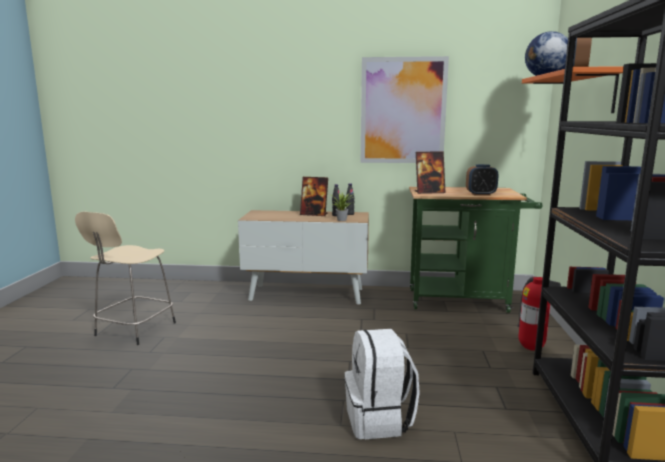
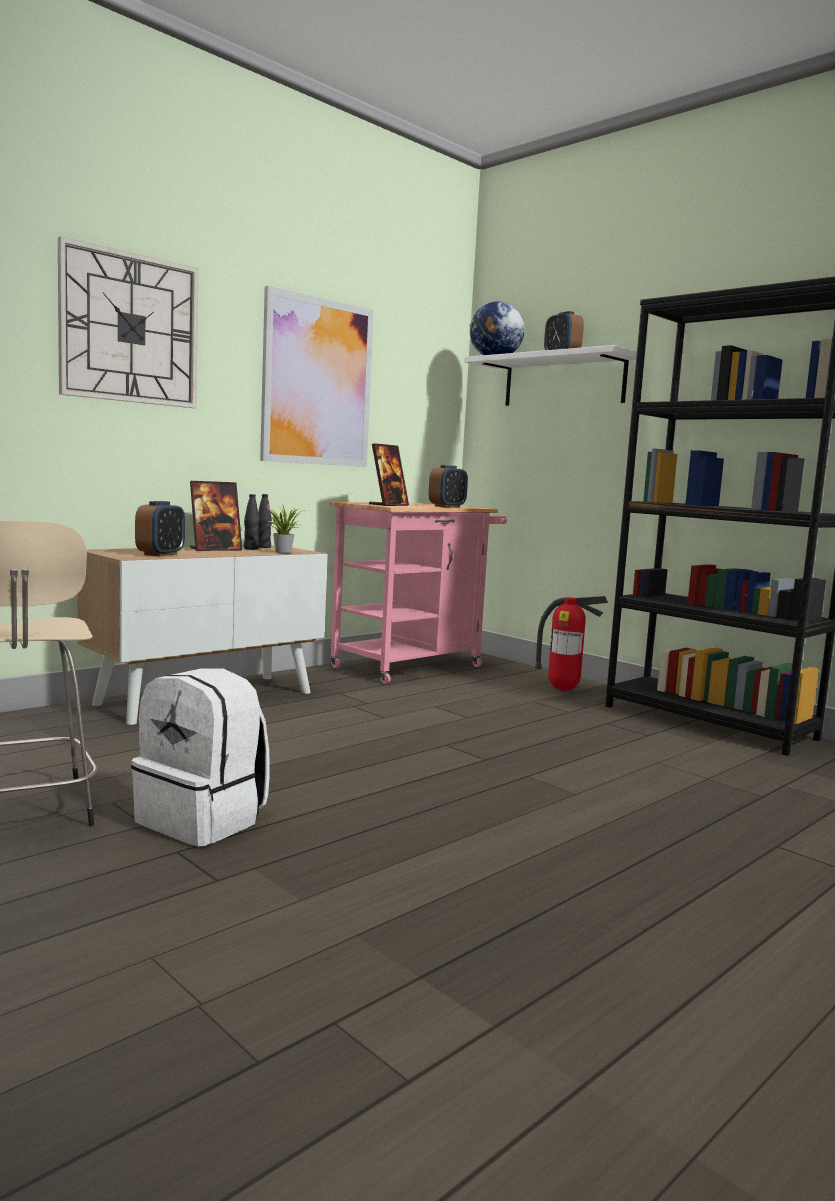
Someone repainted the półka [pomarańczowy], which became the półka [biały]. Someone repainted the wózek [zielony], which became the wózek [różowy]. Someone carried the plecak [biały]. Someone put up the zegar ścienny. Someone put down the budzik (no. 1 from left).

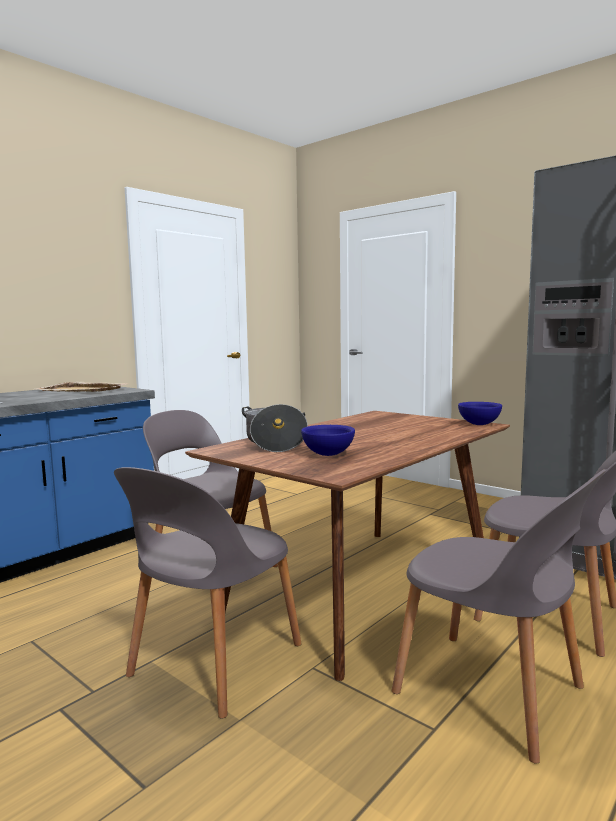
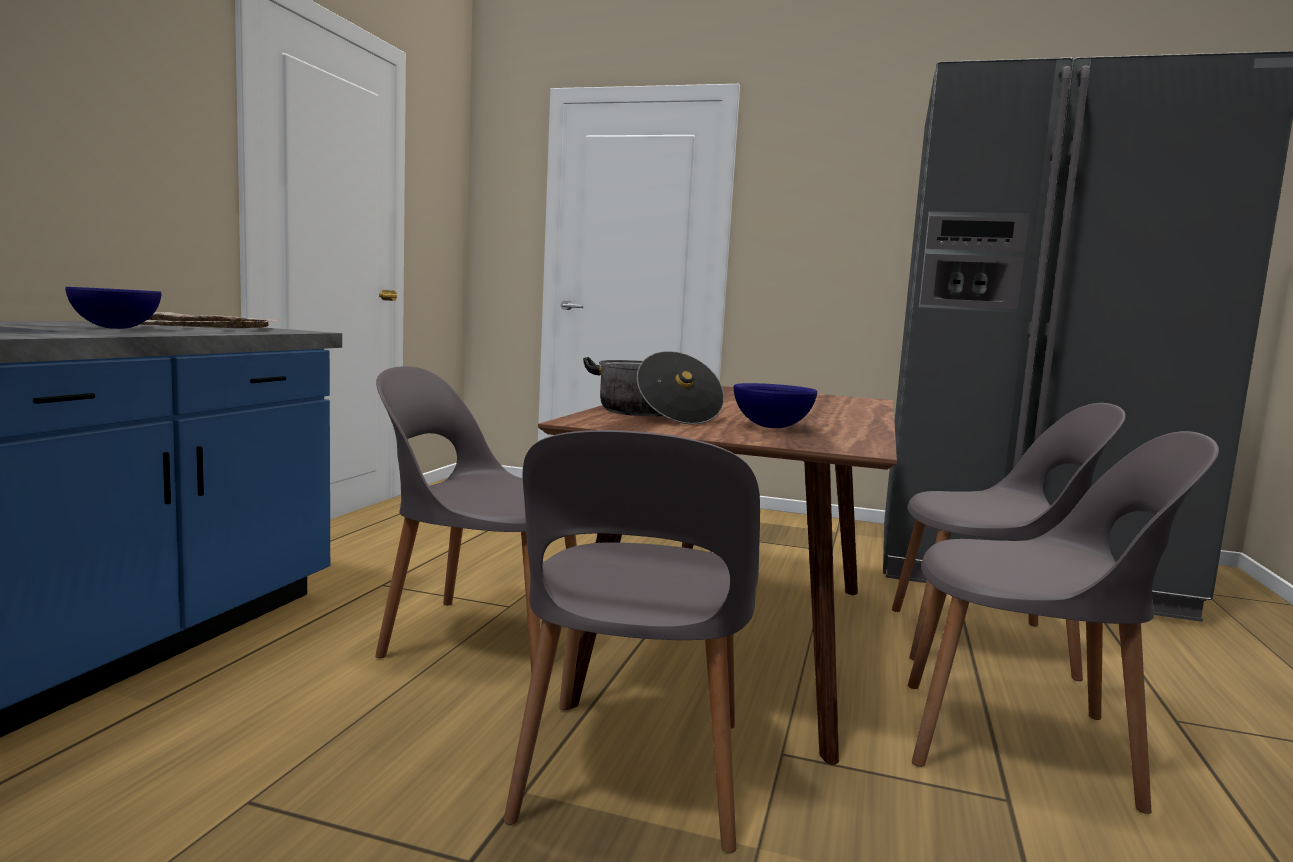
Someone carried the miska [niebieski] (no. 2 from left in the first image).

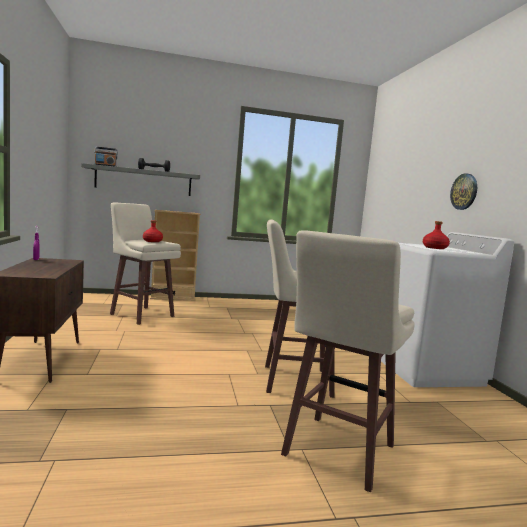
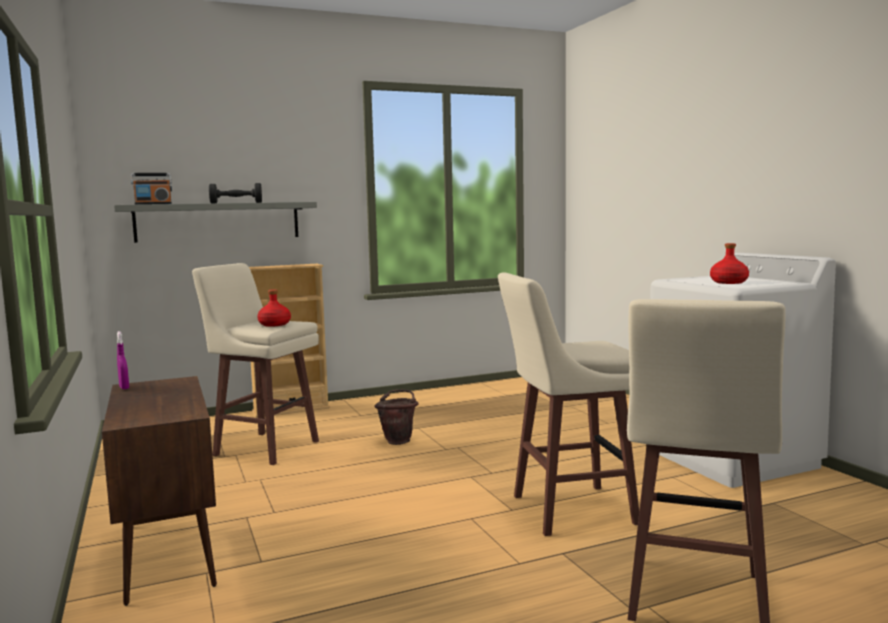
Someone took away the zegar ścienny. Someone put down the wiadro [brązowy].

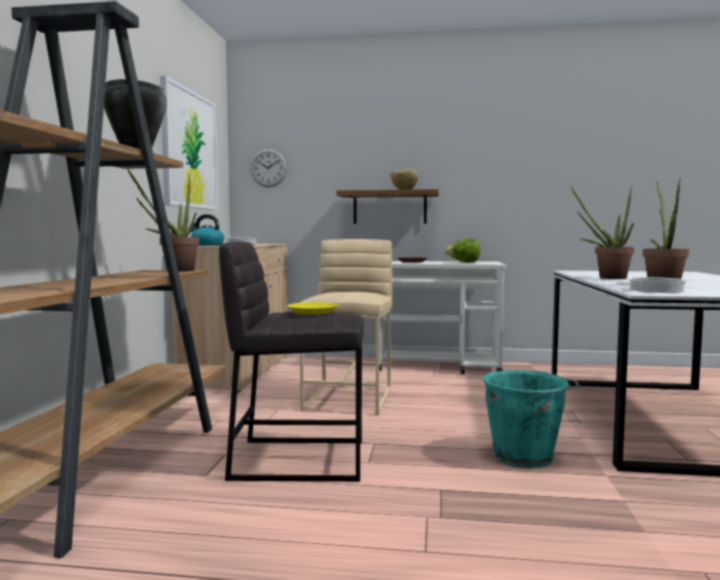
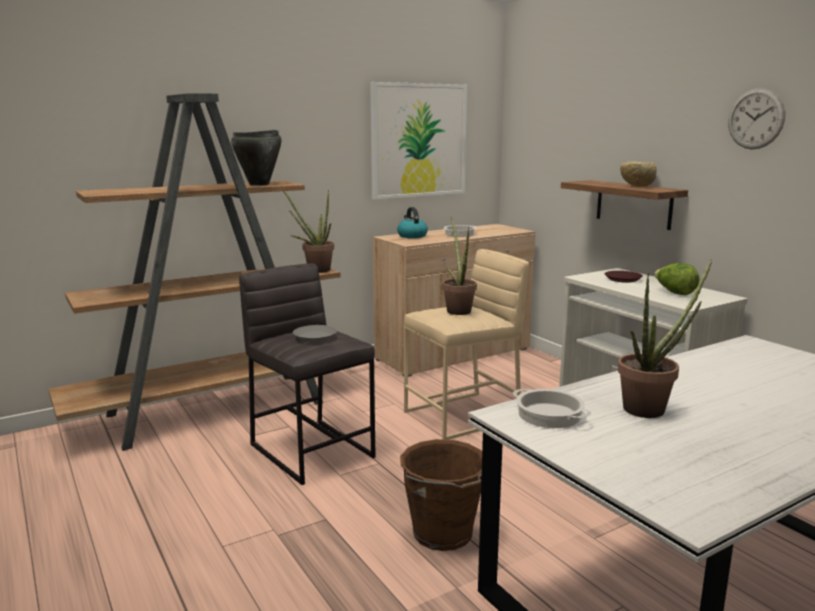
Someone carried the zegar ścienny. Someone carried the roślina doniczkowa (no. 2 from left). Someone repainted the talerz [żółty], which became the talerz [szary]. Someone repainted the wiadro [turkusowy], which became the wiadro [brązowy].

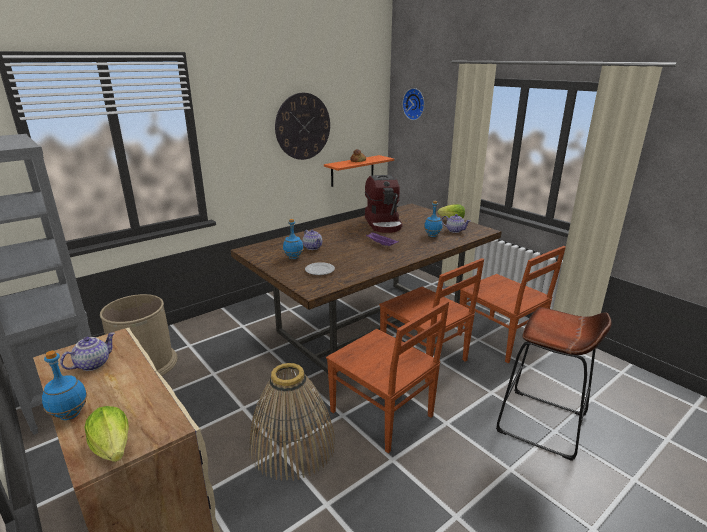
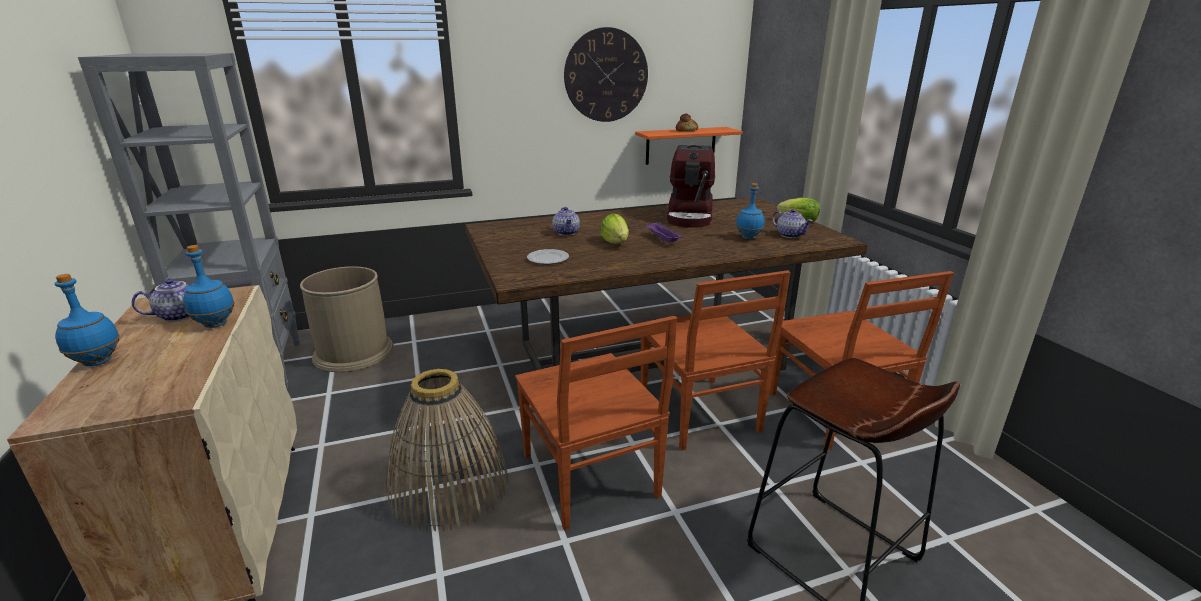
Someone took away the zegar ścienny (no. 2 from left). Someone carried the butelka [niebieski] (no. 2 from left). Someone carried the sałata (no. 1 from left).

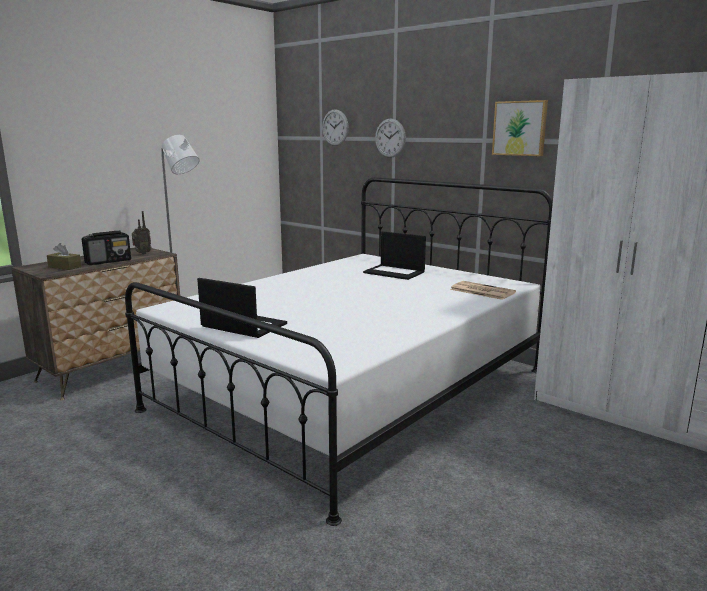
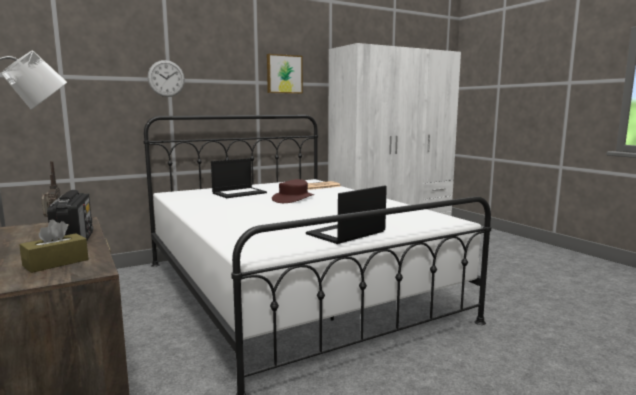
Someone took away the zegar ścienny (no. 1 from left). Someone put down the kapelusz [brązowy].

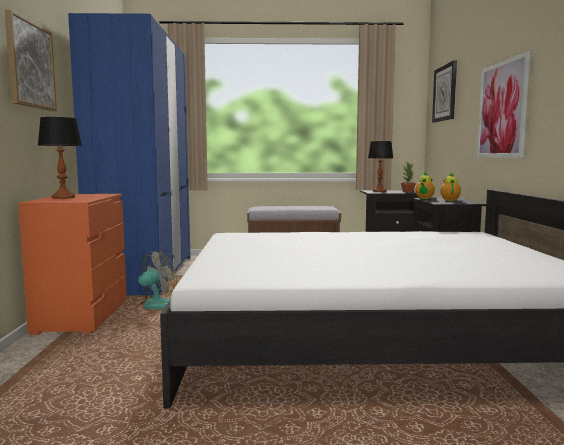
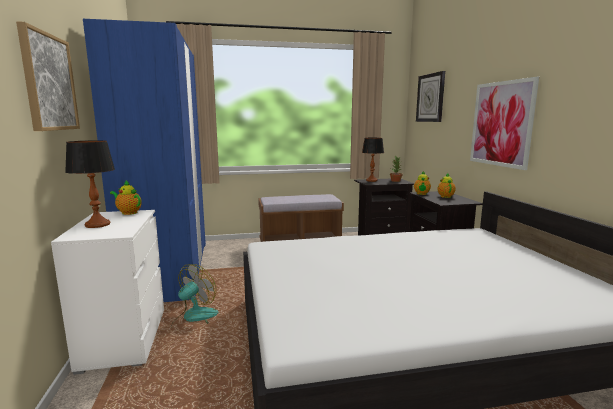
Someone repainted the komoda [pomarańczowy], which became the komoda [biały]. Someone put down the imbryk (no. 1 from left).

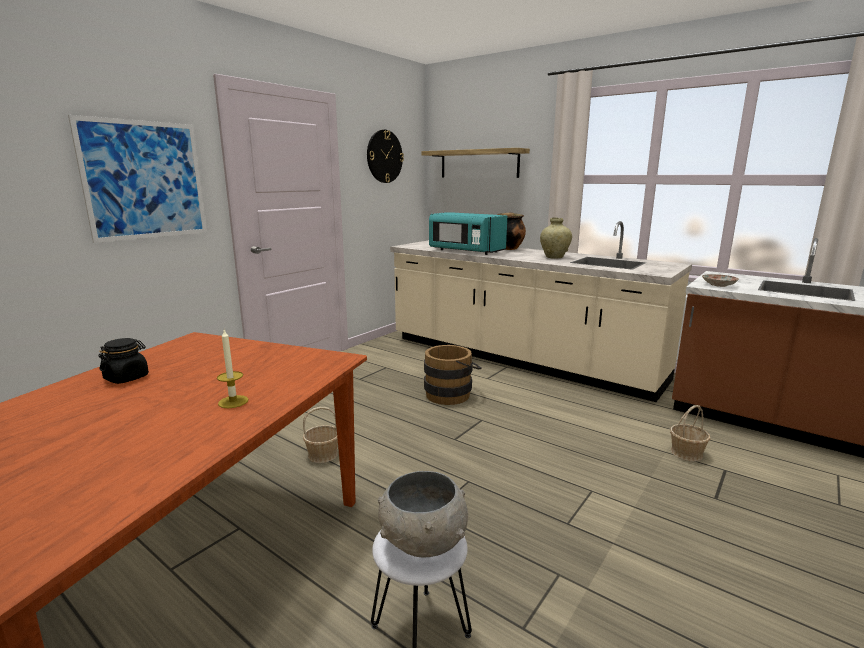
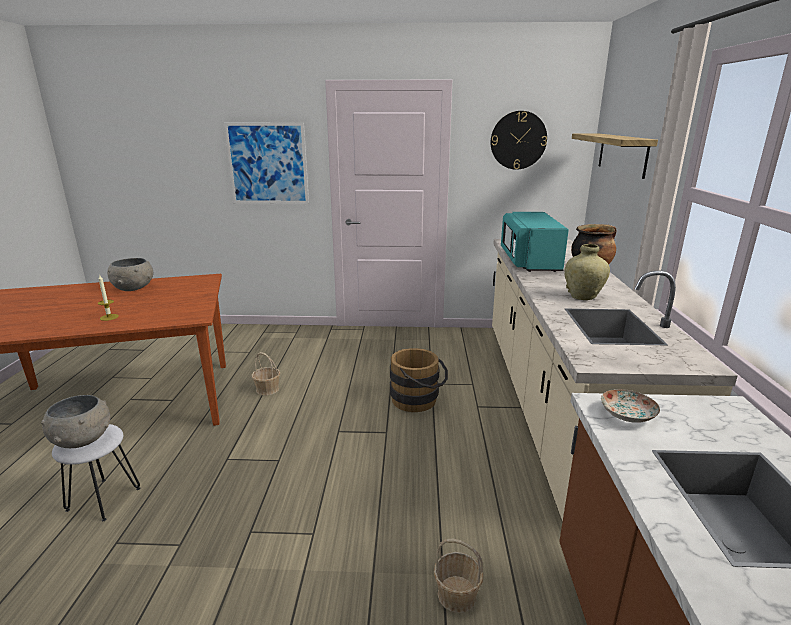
Someone swapped the słoik [czarny] for the miska [szary] (no. 2 from left).

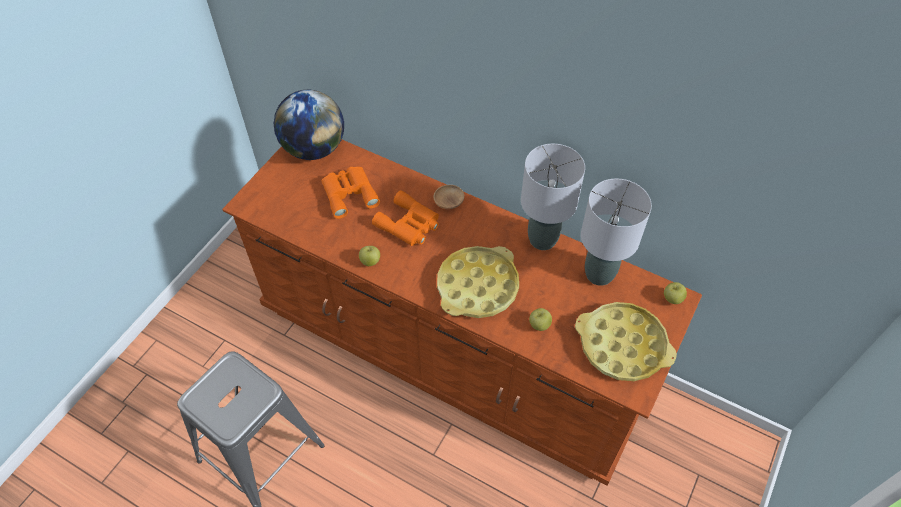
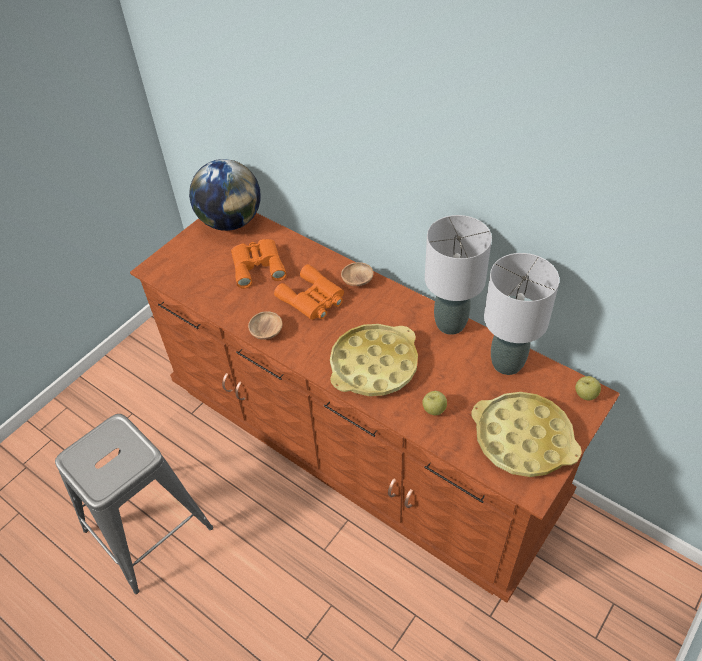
Someone swapped the jabłko (no. 1 from left) for the miska [brązowy] (no. 1 from left).

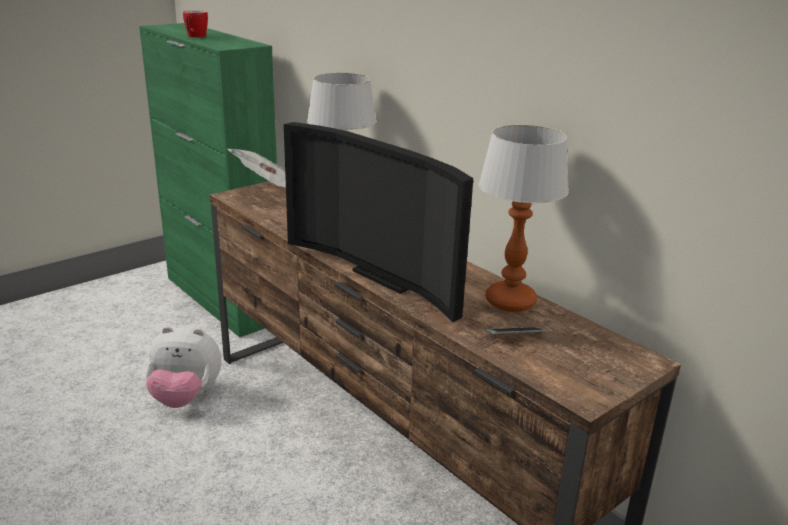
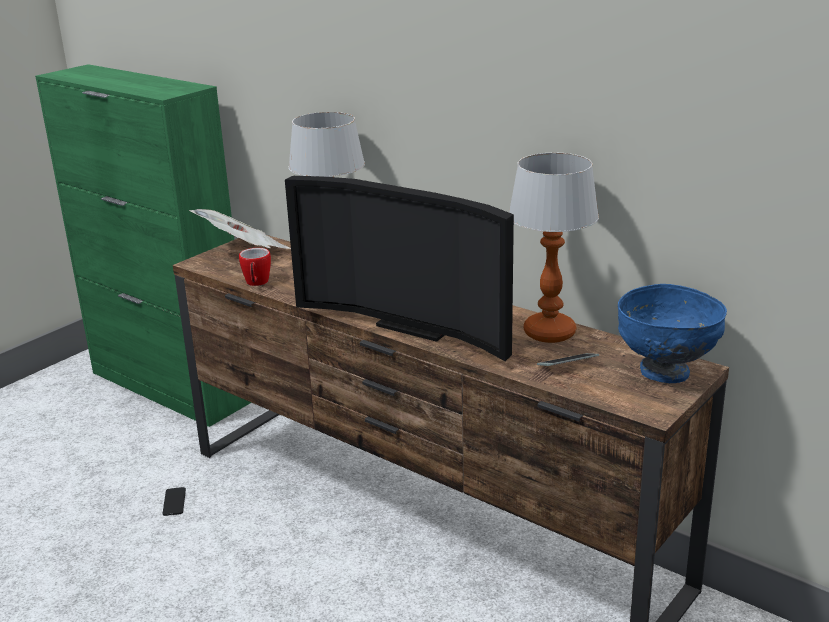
Someone carried the kubek. Someone swapped the pluszak for the telefon (no. 1 from left). Someone put down the miska [niebieski].

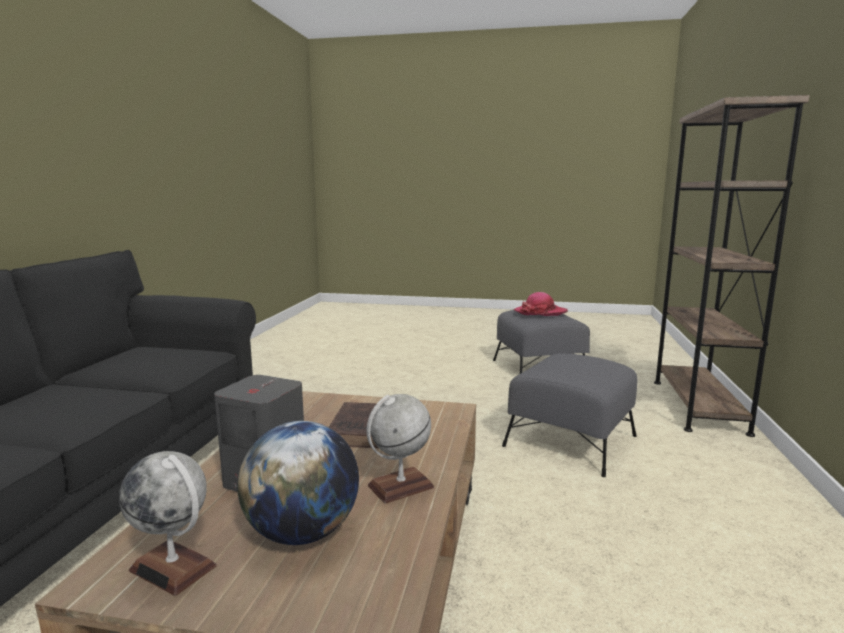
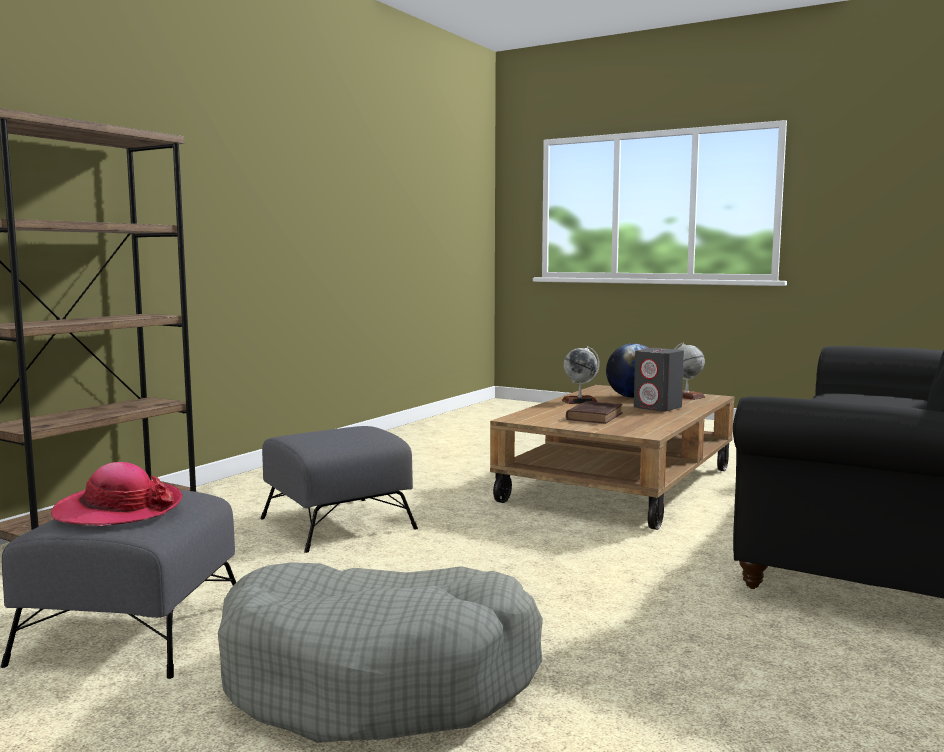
Someone put down the legowisko [szary].

